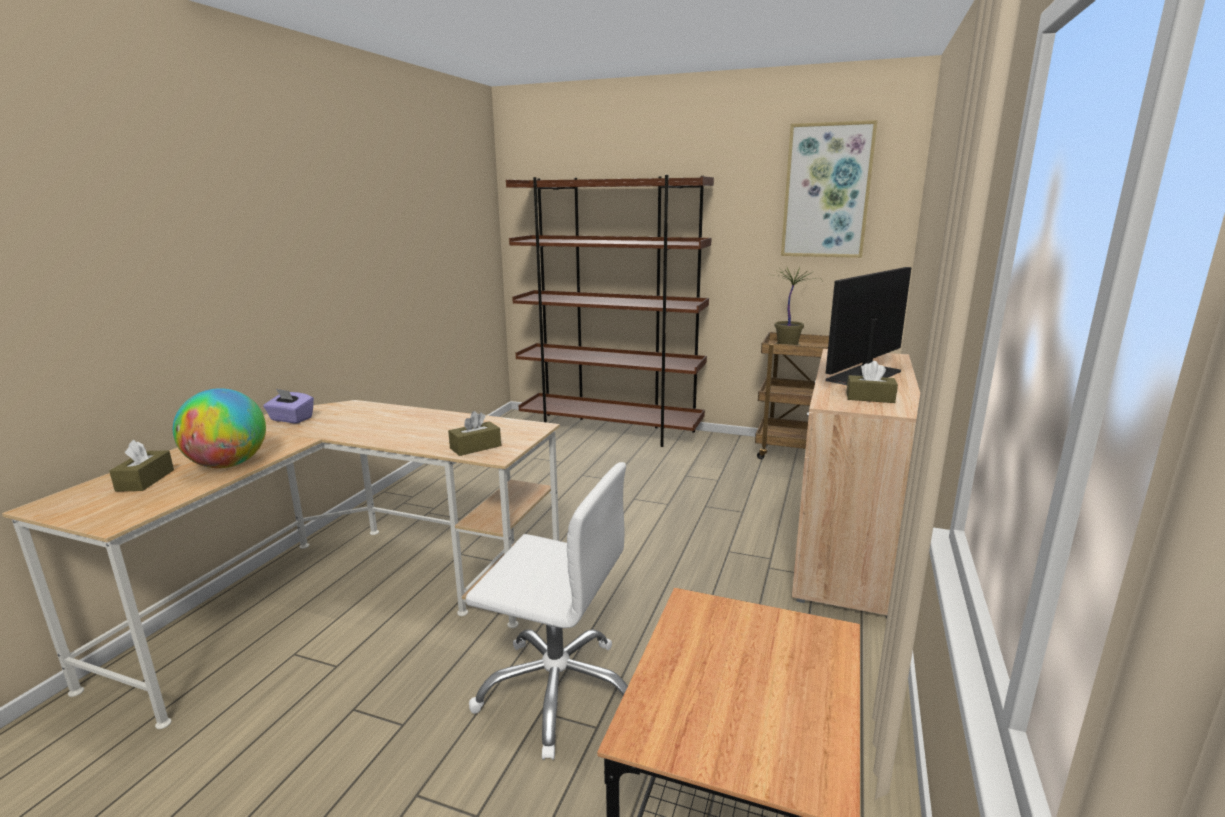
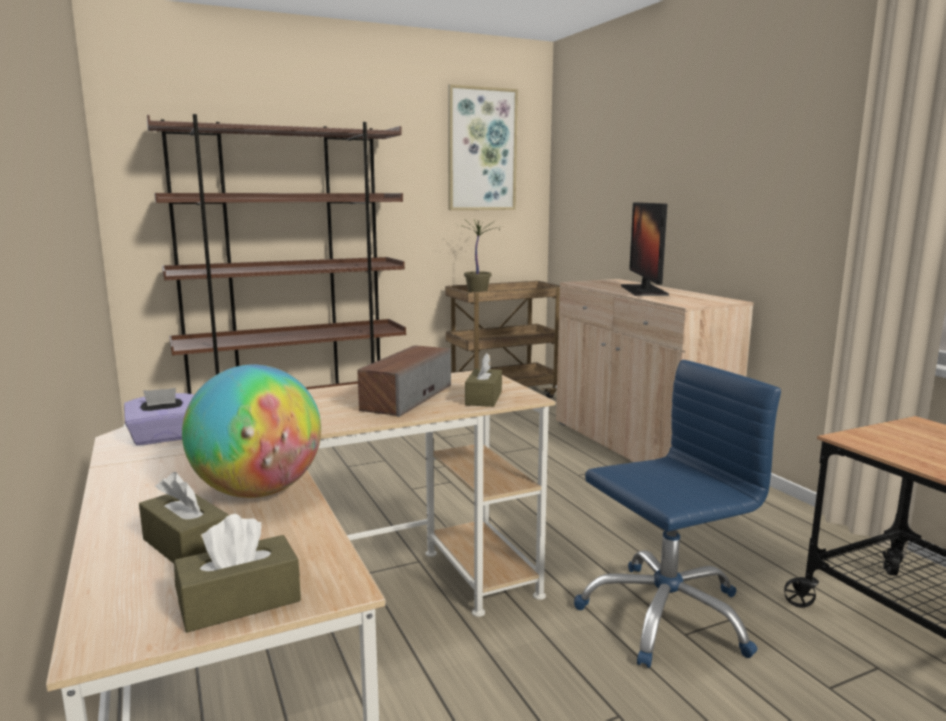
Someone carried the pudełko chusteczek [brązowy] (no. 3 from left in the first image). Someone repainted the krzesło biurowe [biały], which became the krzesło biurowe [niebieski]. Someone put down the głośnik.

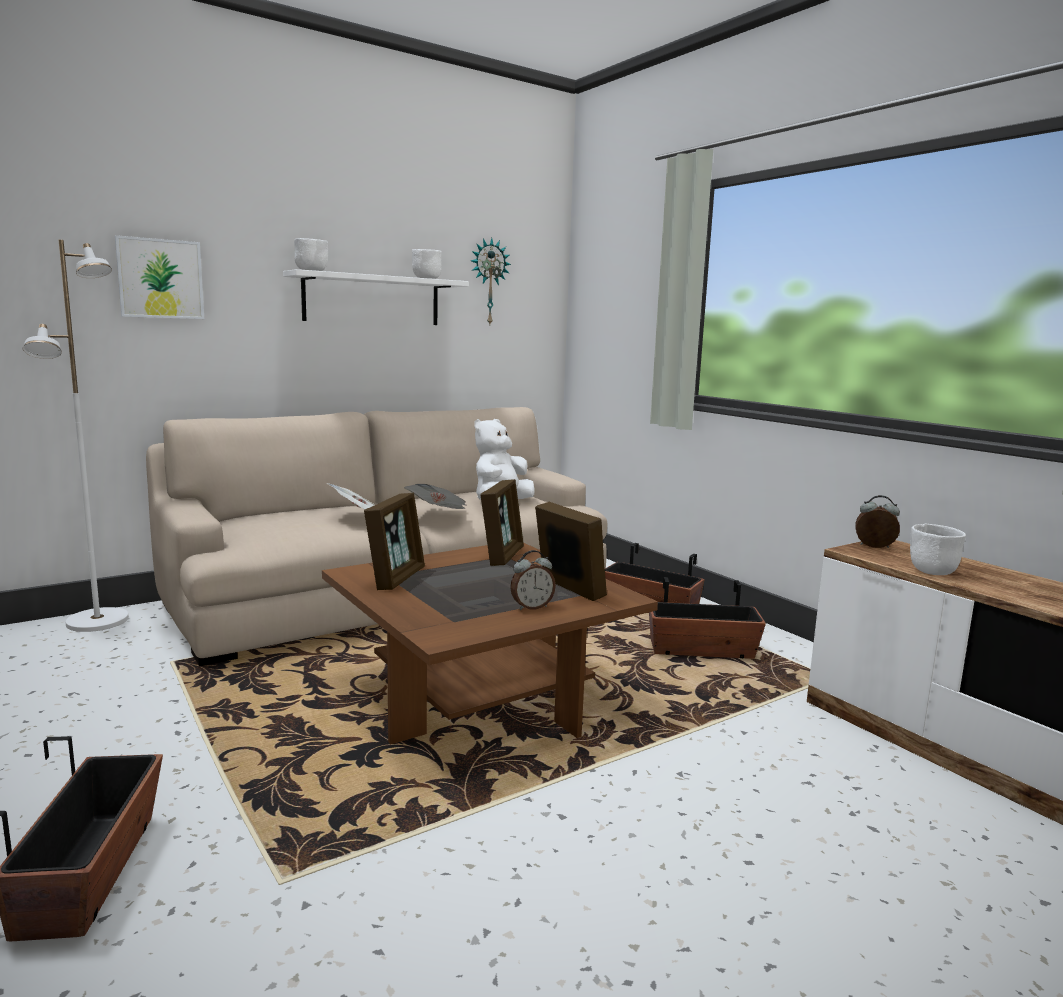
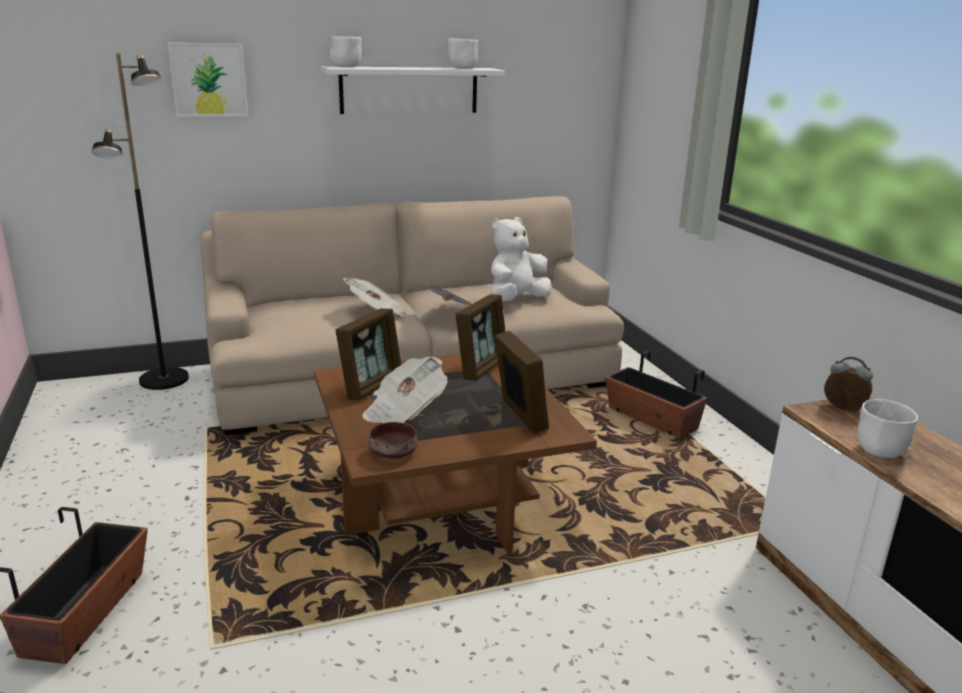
Someone took away the zegar ścienny. Someone repainted the lampa stojąca [biały], which became the lampa stojąca [czarny]. Someone took away the budzik (no. 1 from left). Someone took away the donica (no. 3 from left). Someone put down the gazeta (no. 2 from left). Someone put down the miska [brązowy].

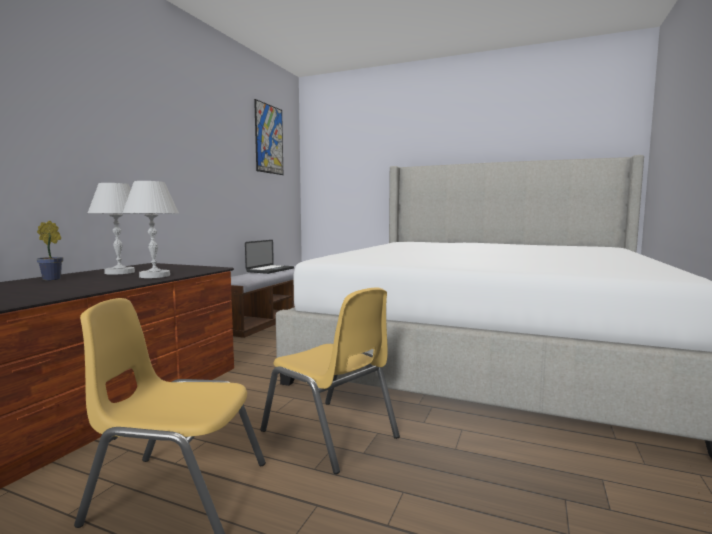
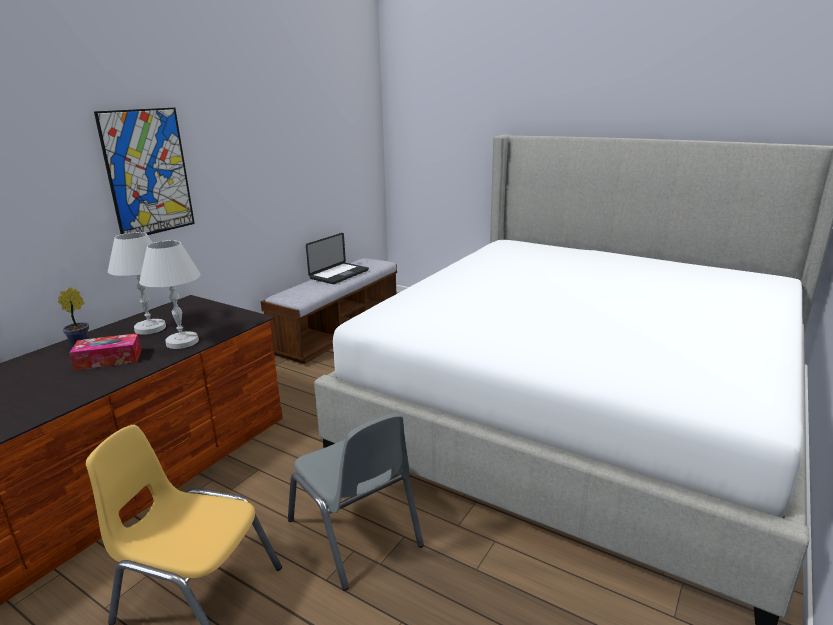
Someone carried the obraz. Someone repainted the krzesło [żółty] (no. 2 from left), which became the krzesło [szary]. Someone put down the pudełko chusteczek.

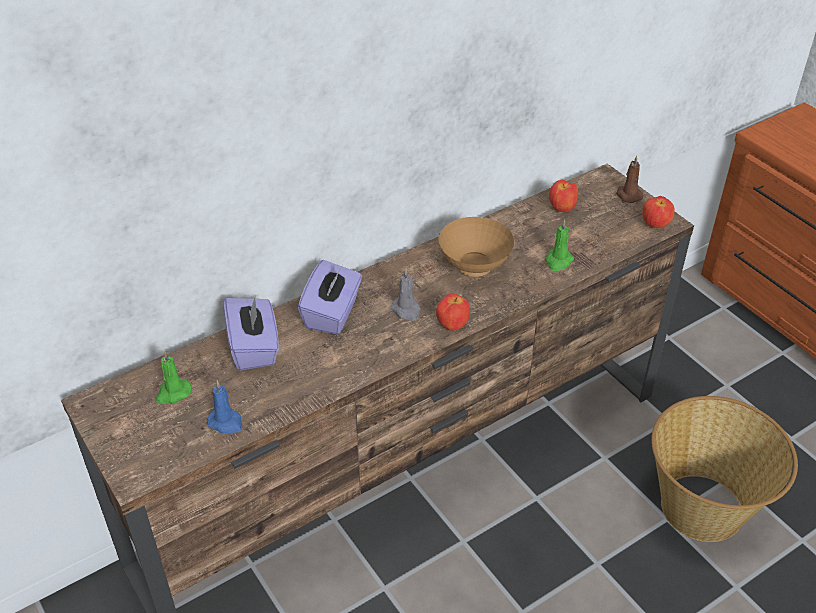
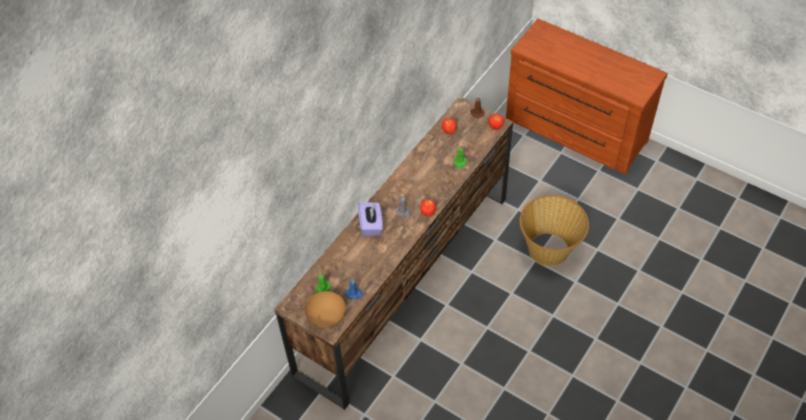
Someone carried the miska [brązowy]. Someone took away the pudełko chusteczek [fioletowy] (no. 1 from left).

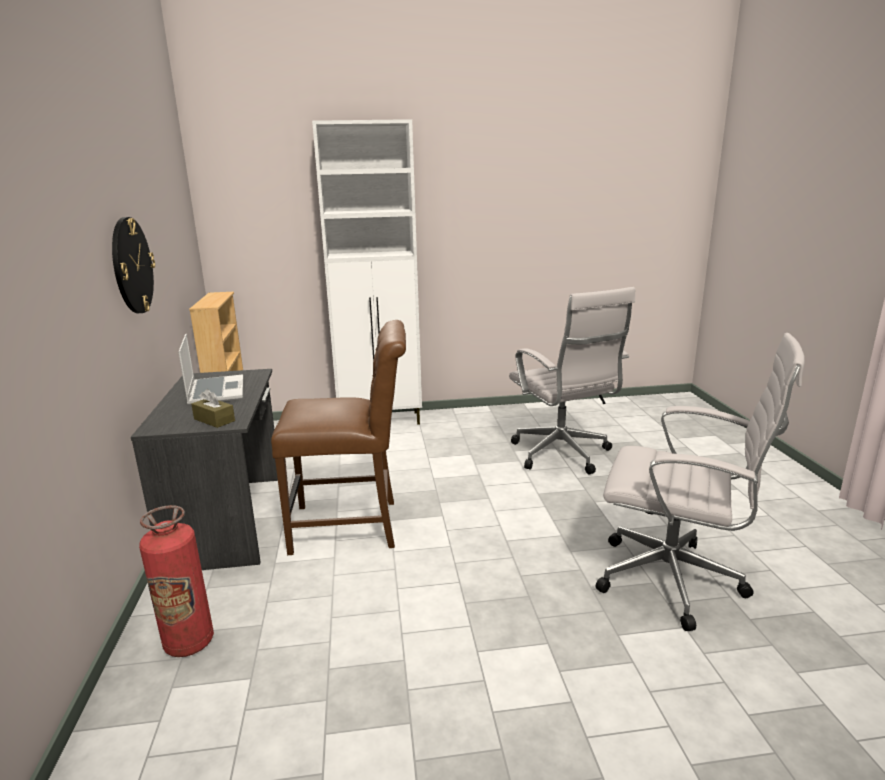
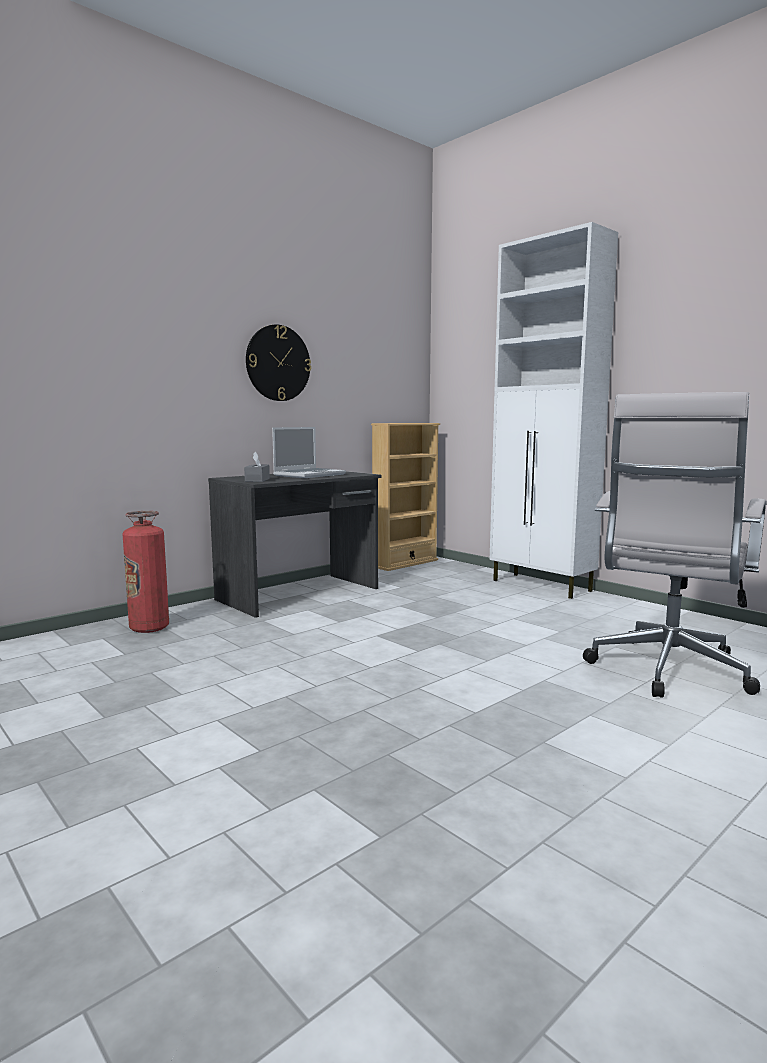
Someone took away the krzesło [brązowy]. Someone took away the krzesło biurowe [biały] (no. 2 from left). Someone repainted the pudełko chusteczek [brązowy], which became the pudełko chusteczek [szary].

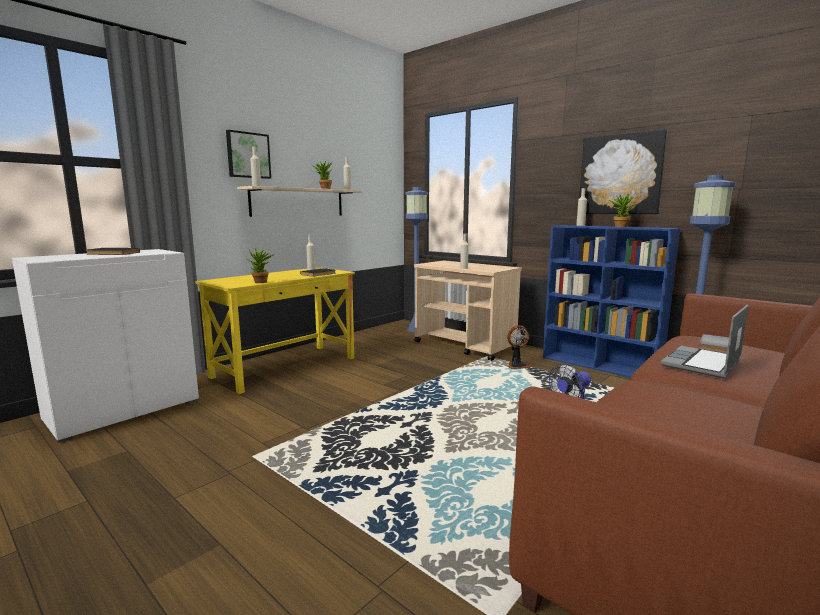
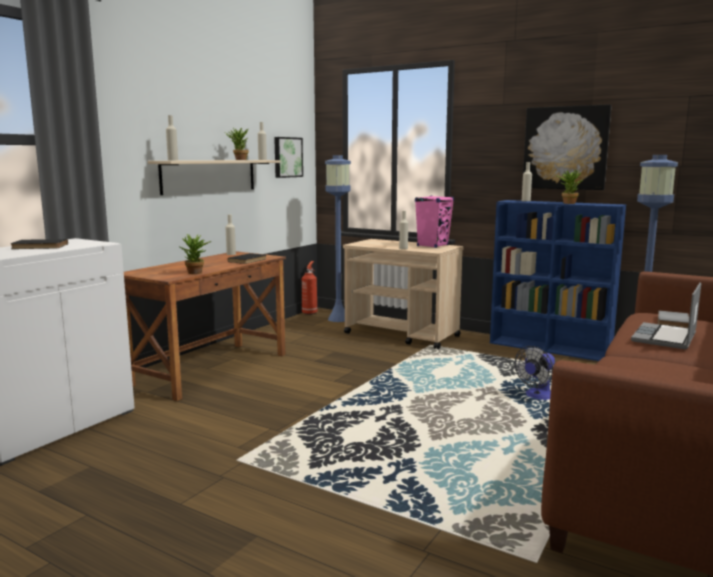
Someone carried the obraz (no. 1 from left). Someone repainted the biurko [żółty], which became the biurko [brązowy]. Someone took away the wentylator (no. 1 from left). Someone put down the głośnik [różowy]. Someone put down the gaśnica.

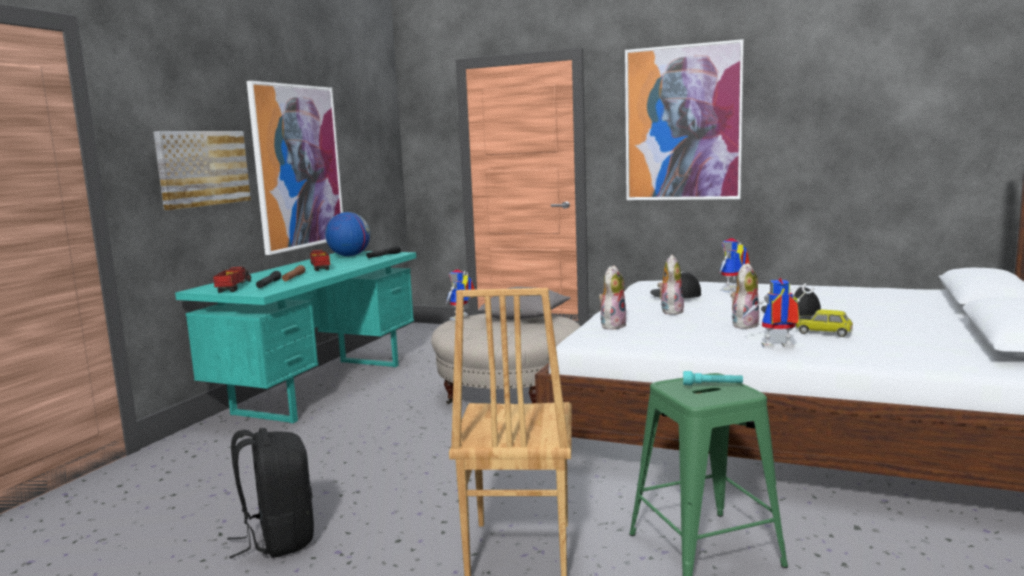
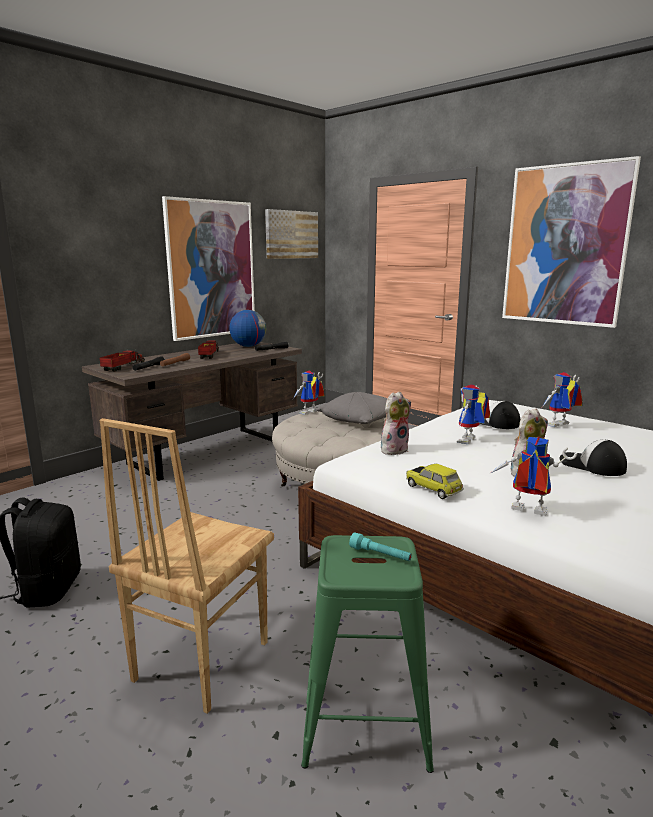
Someone carried the obraz (no. 1 from left in the first image). Someone repainted the biurko [turkusowy], which became the biurko [brązowy]. Someone swapped the pluszak (no. 2 from left) for the robot zabawkowy (no. 2 from left). Someone carried the samochodzik.

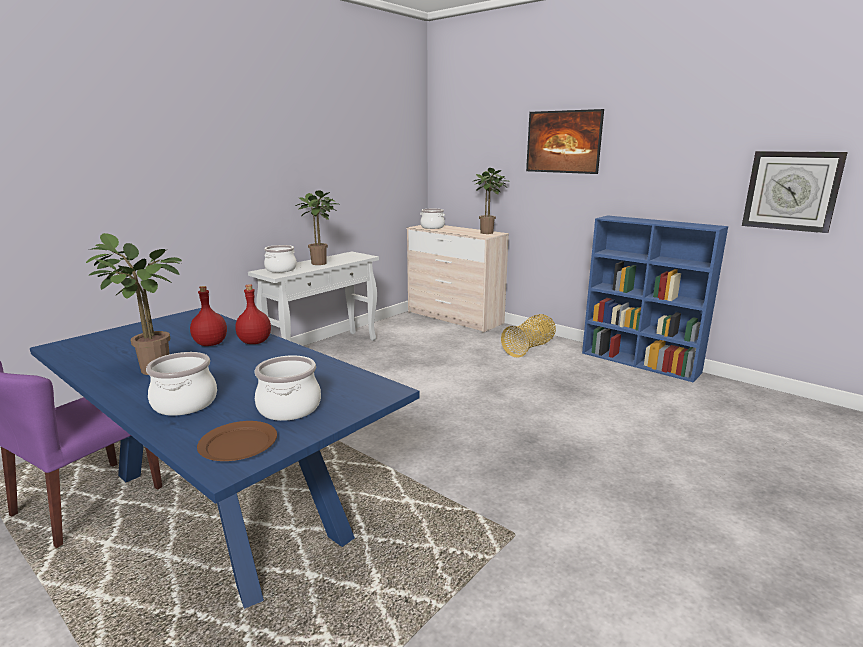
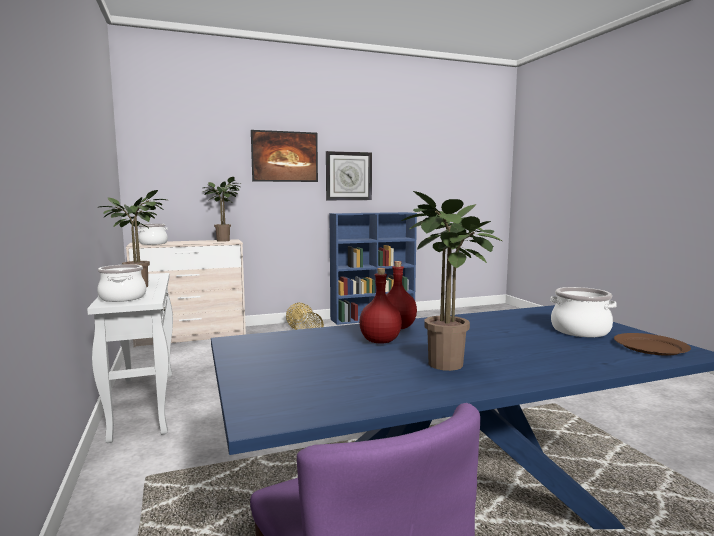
Someone carried the zegar ścienny. Someone took away the garnek (no. 1 from left).

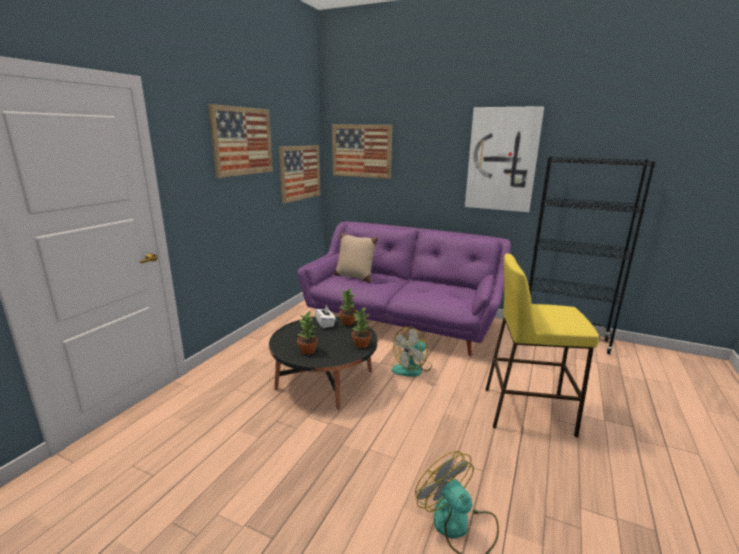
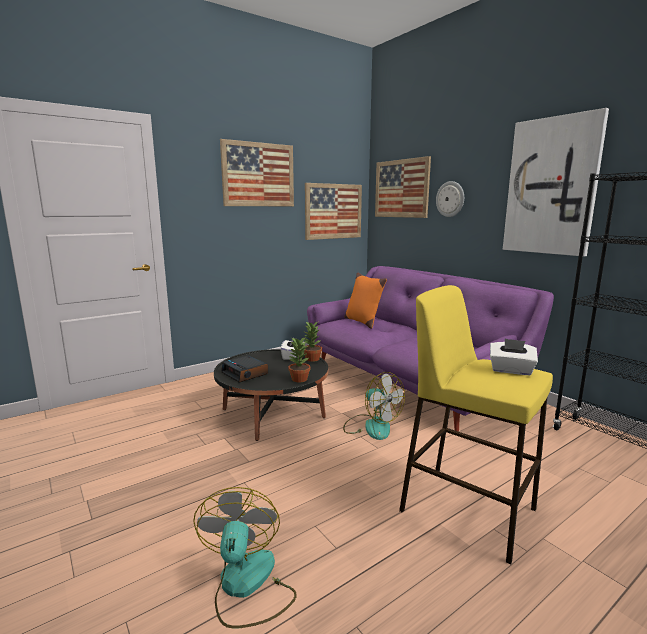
Someone repainted the poduszka [beżowy], which became the poduszka [pomarańczowy]. Someone swapped the roślina doniczkowa (no. 1 from left) for the budzik. Someone rotated the wentylator (no. 1 from left in the first image) by 120 degrees counterclockwise. Someone put up the zegar ścienny. Someone put down the pudełko chusteczek [biały] (no. 2 from left).

